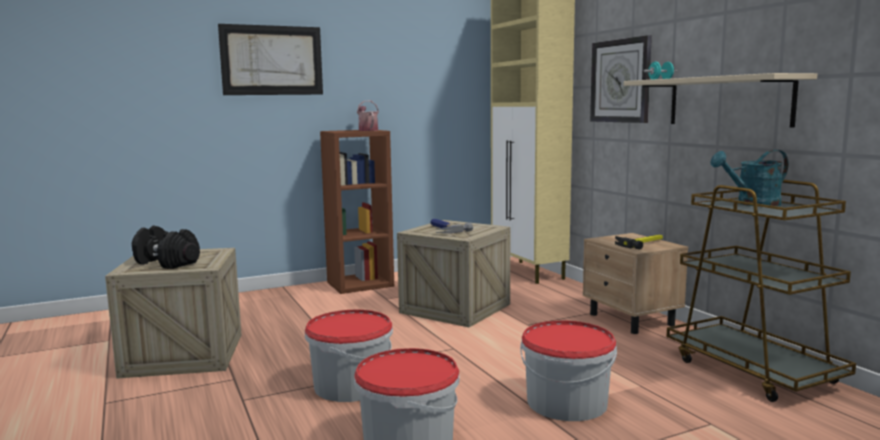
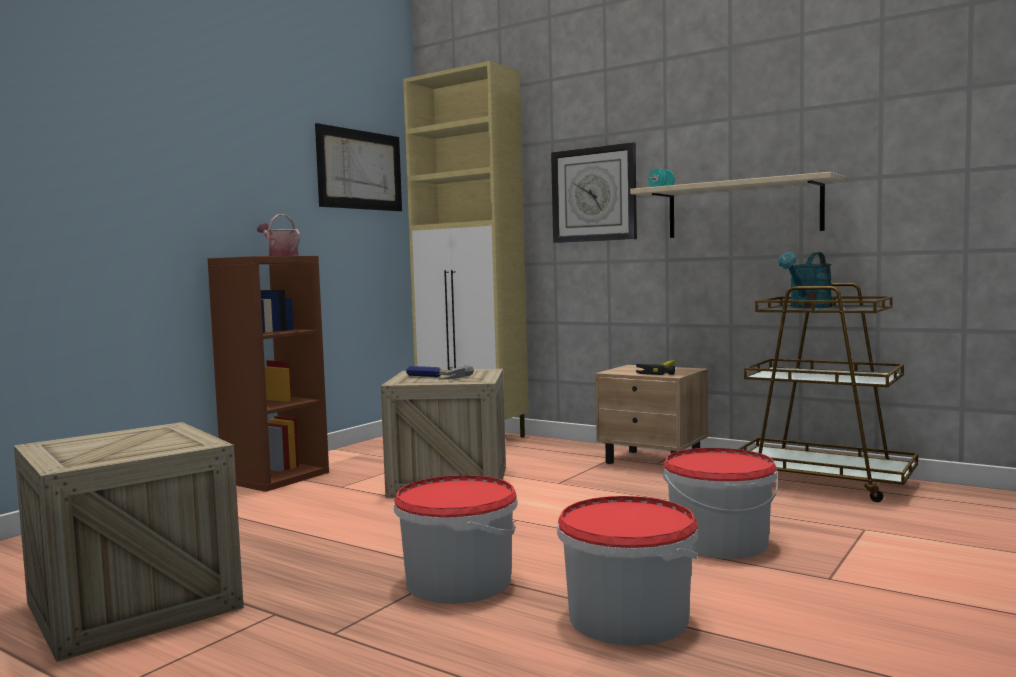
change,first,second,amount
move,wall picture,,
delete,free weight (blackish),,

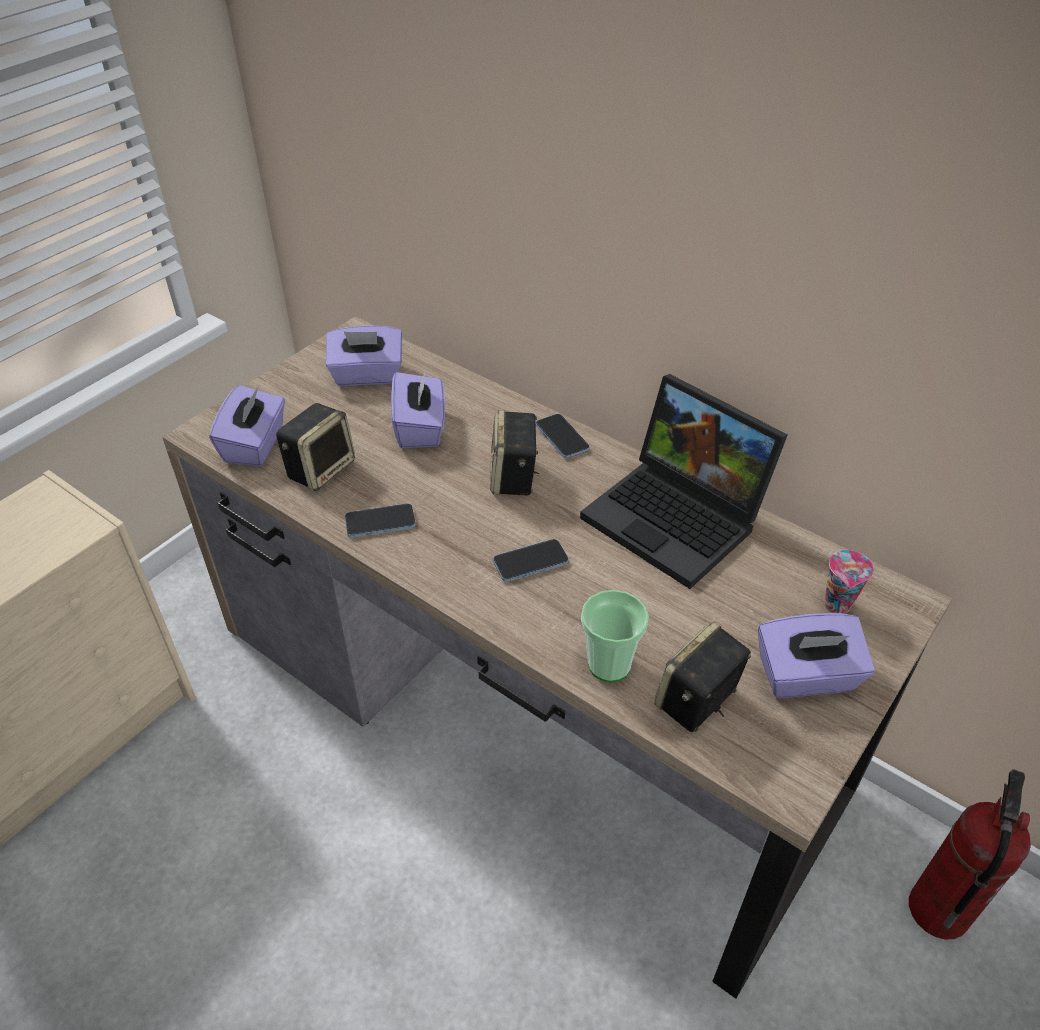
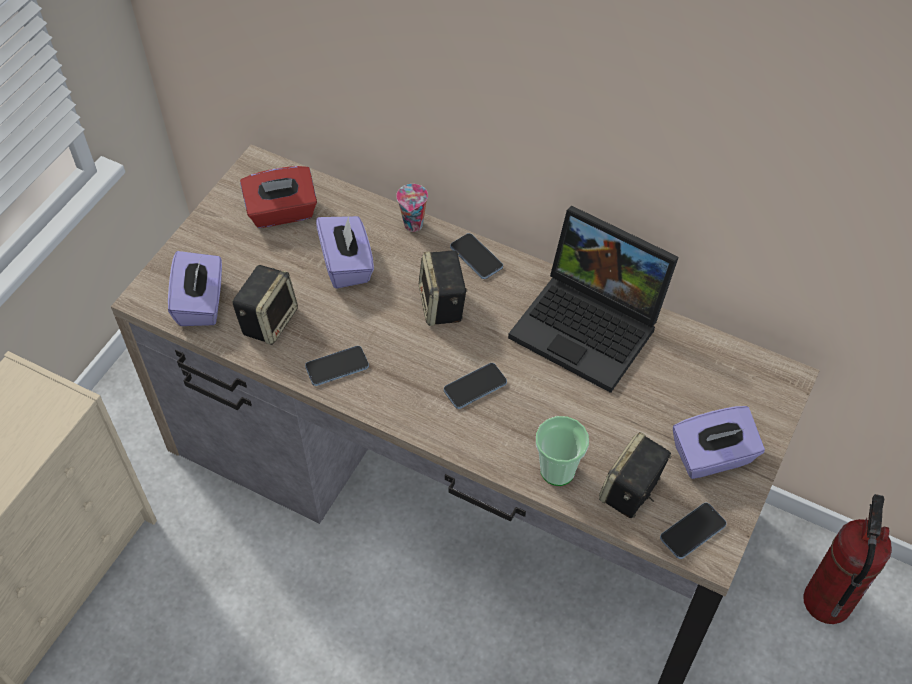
change,first,second,amount
recolor,box of tissues (purple-coloured) (2nd from left),box of tissues (red-coloured),
move,drinking cup (2nd from left in the first image),drinking cup (1st from left),
insert,,phone (4th from left),

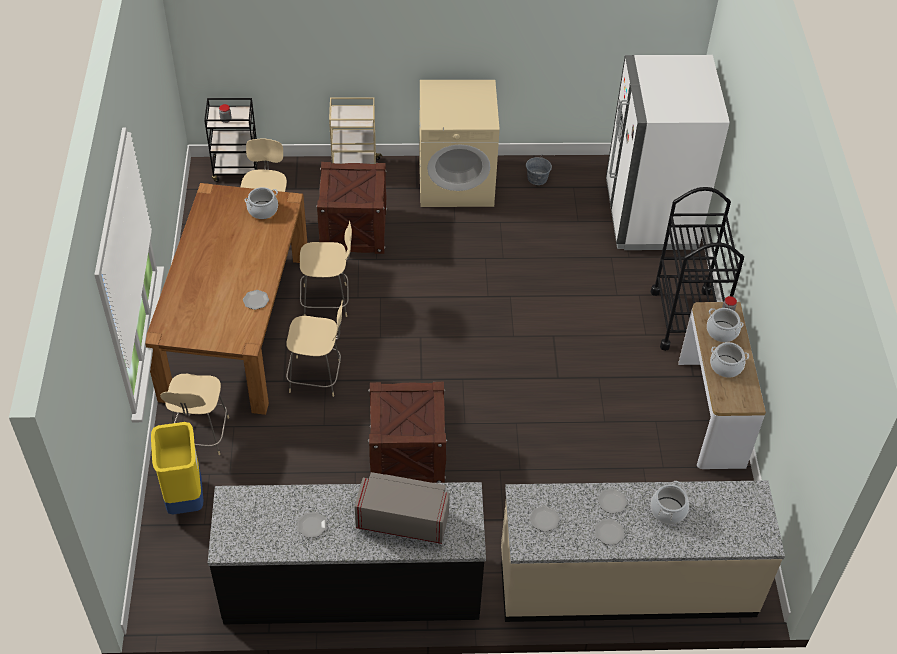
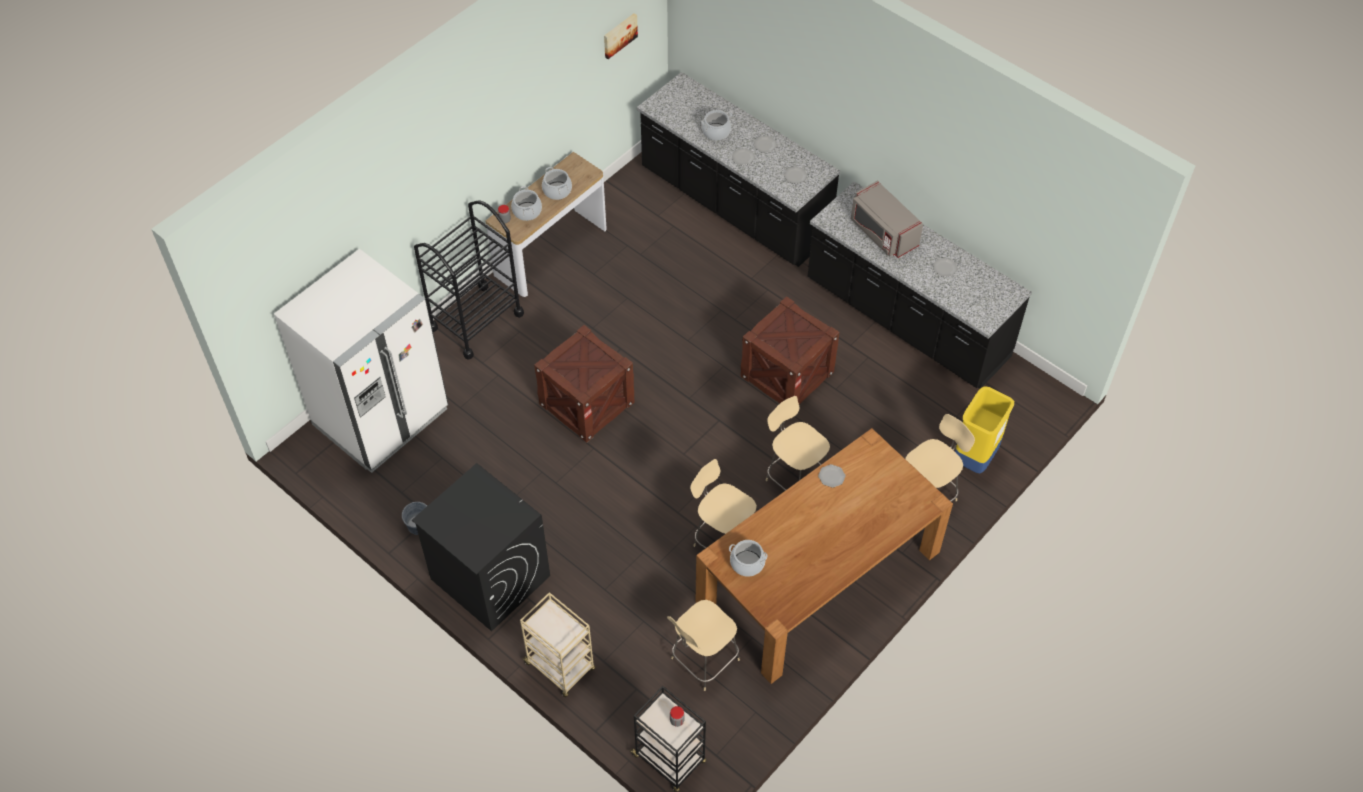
change,first,second,amount
recolor,laundry appliance (beige),laundry appliance (blackish),
move,crate (1st from left),,
insert,,wall picture,
recolor,counter (beige),counter (blackish) (1st from left),

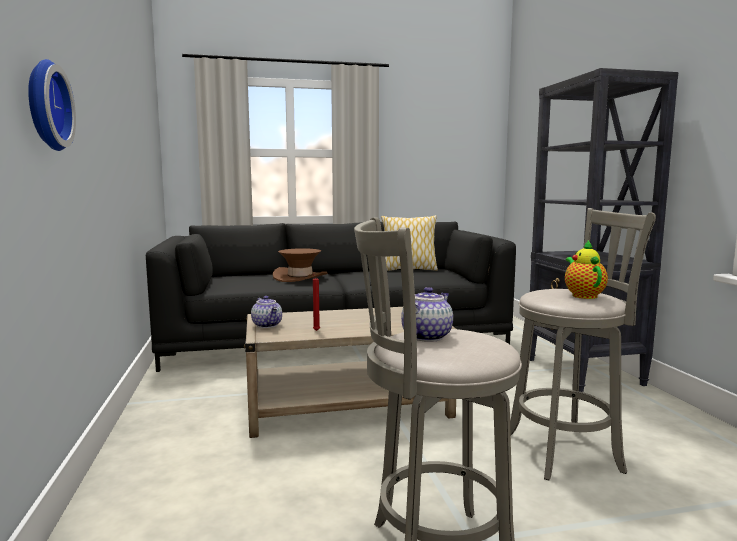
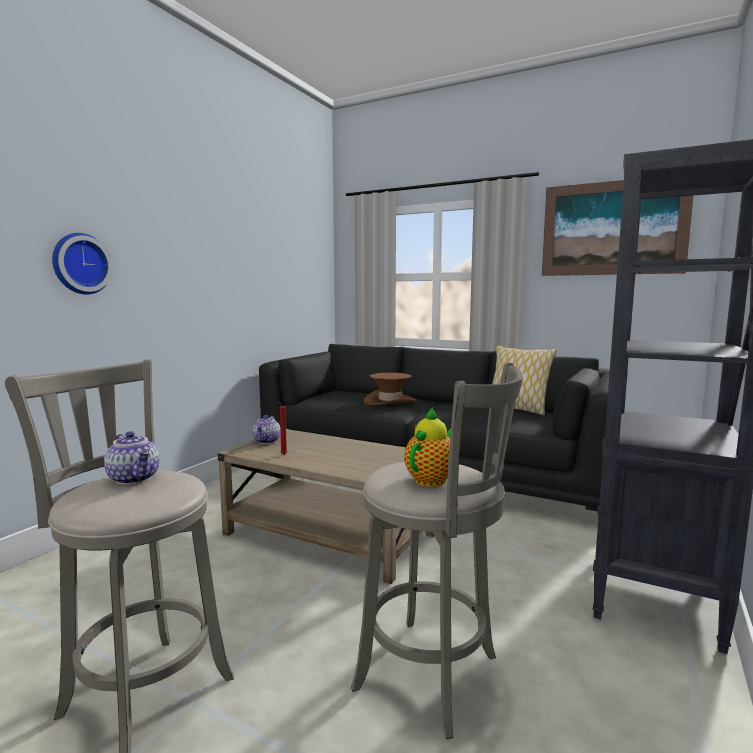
change,first,second,amount
rotate,tea pot (2nd from left in the first image),tea pot (1st from left),60 degrees clockwise
insert,,wall picture,

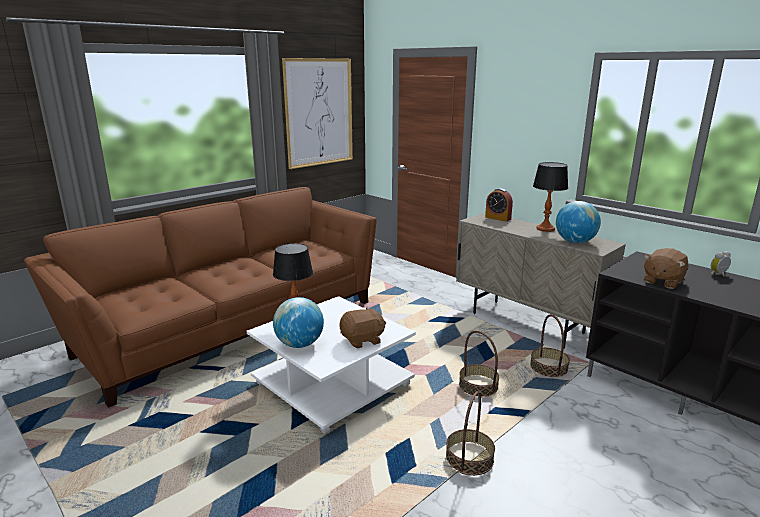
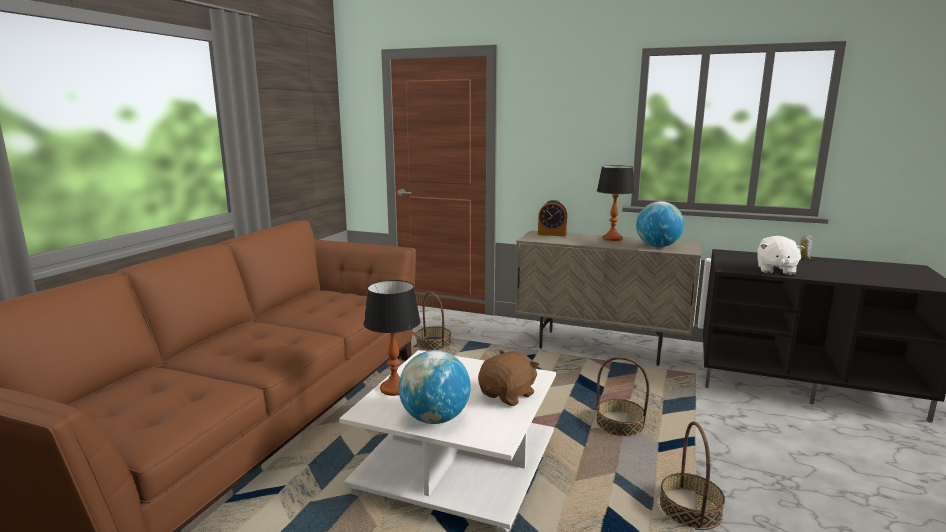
change,first,second,amount
move,basket (3rd from left in the first image),basket (1st from left),
recolor,plush toy (brownish) (2nd from left),plush toy (white-coloured),
delete,wall picture,,

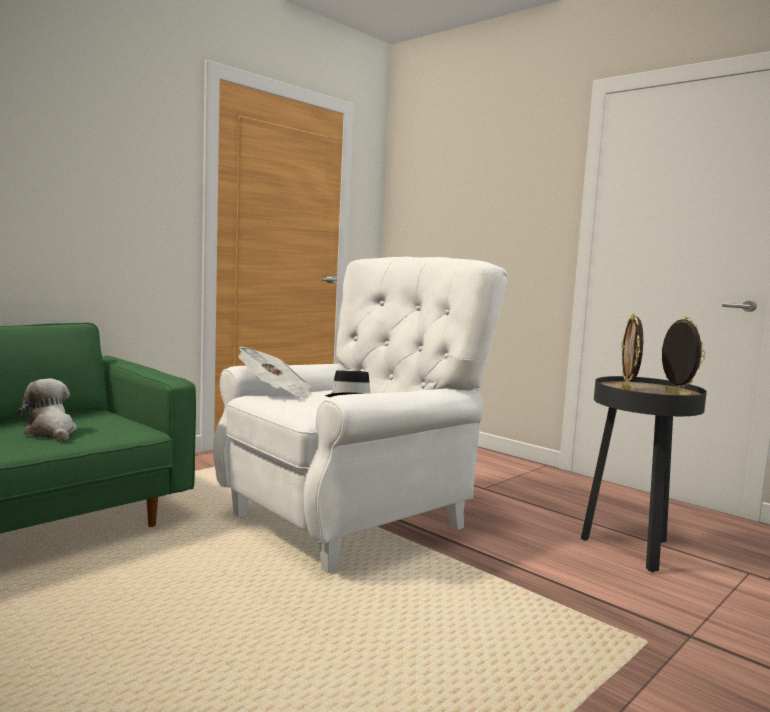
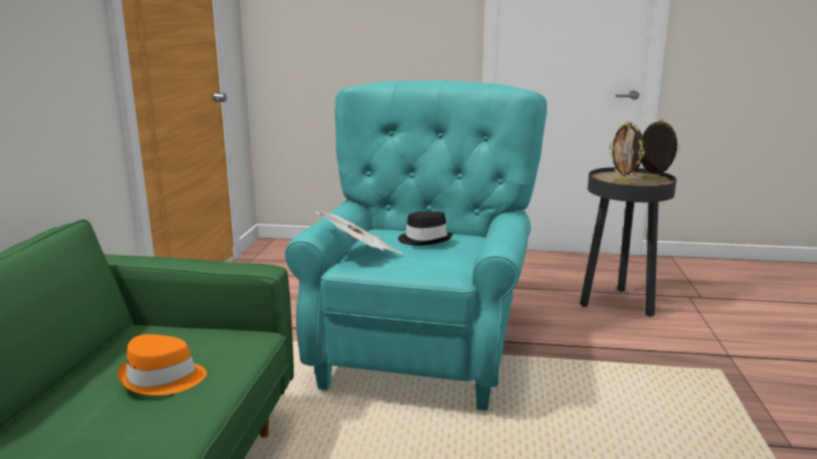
change,first,second,amount
replace,plush toy,clothing hat (orange-coloured),
recolor,easy chair (white-coloured),easy chair (blue-green),

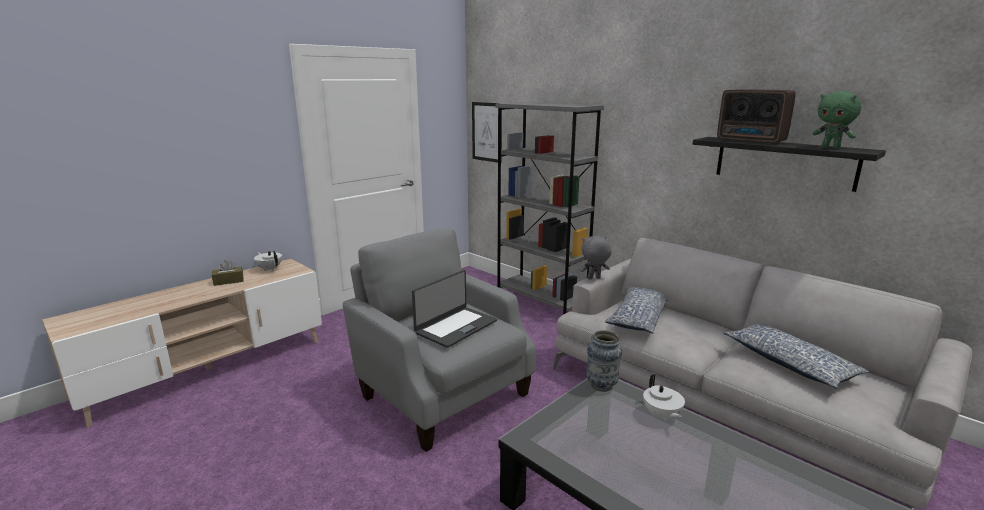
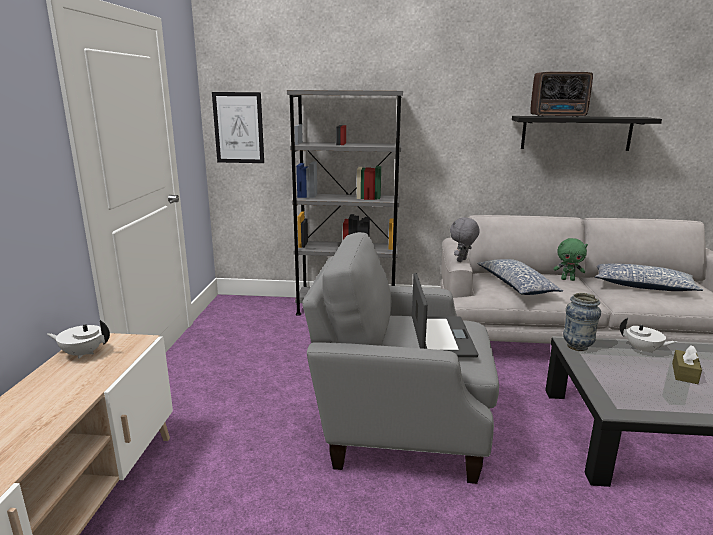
change,first,second,amount
move,plush toy (green),,
move,box of tissues (brownish),,

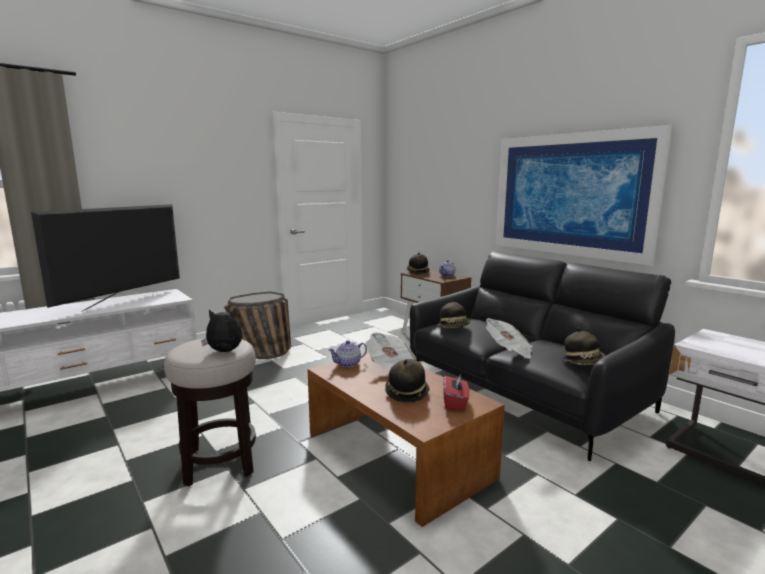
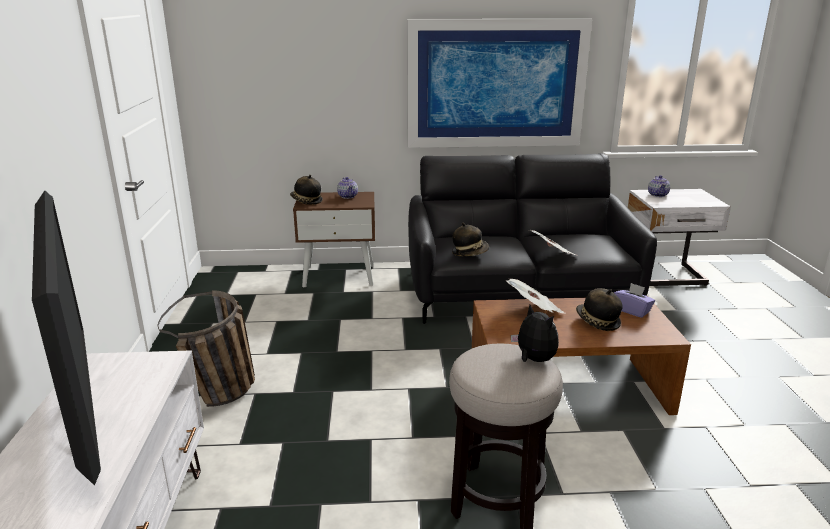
change,first,second,amount
rotate,plush toy,,120 degrees clockwise
recolor,box of tissues (red-coloured),box of tissues (purple-coloured),
move,tea pot (1st from left in the first image),tea pot (2nd from left),
delete,clothing hat (4th from left),,

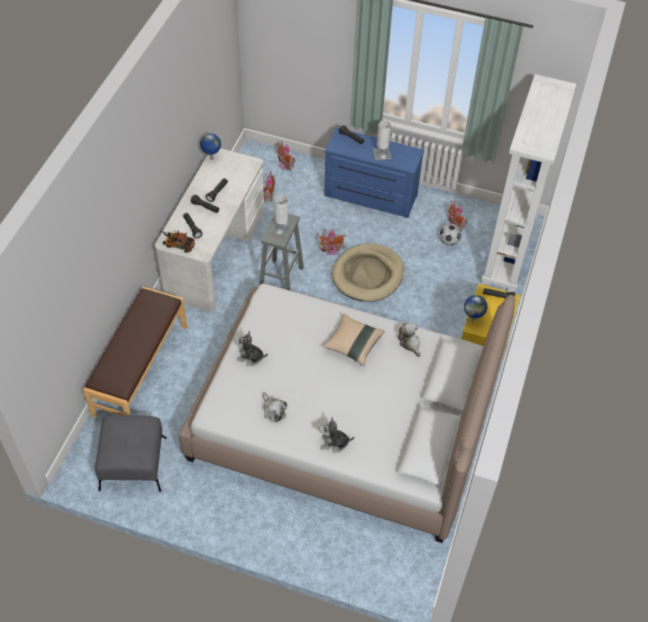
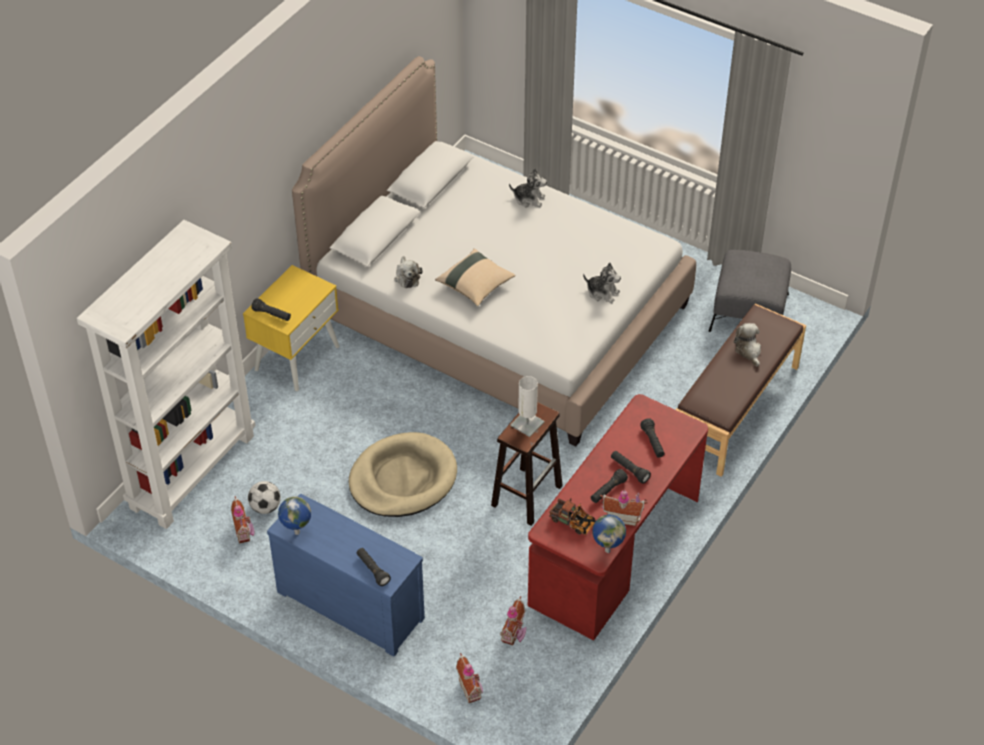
change,first,second,amount
move,world globe (2nd from left in the first image),world globe (1st from left),
recolor,stool seat (gray),stool seat (brownish),
recolor,desk table (white-coloured),desk table (red-coloured),
move,toy lorry,,
move,miniature house (3rd from left in the first image),miniature house (4th from left),
move,plush toy (2nd from left in the first image),plush toy (4th from left),
delete,lamp for a table (white-coloured) (2nd from left),,

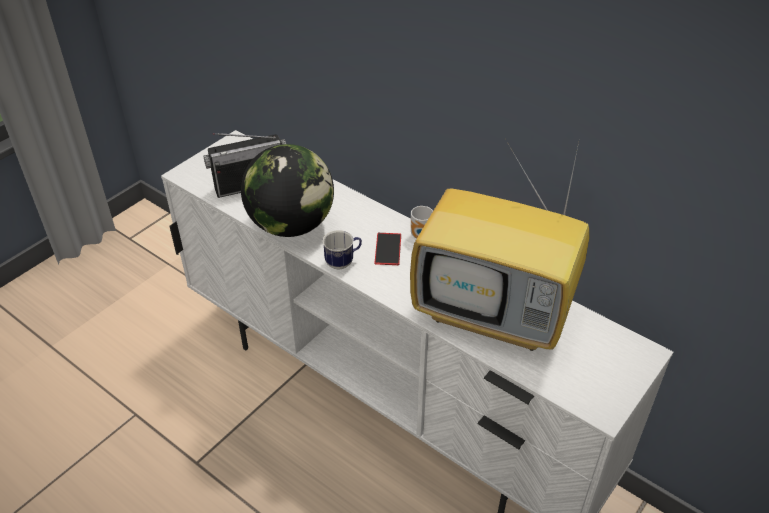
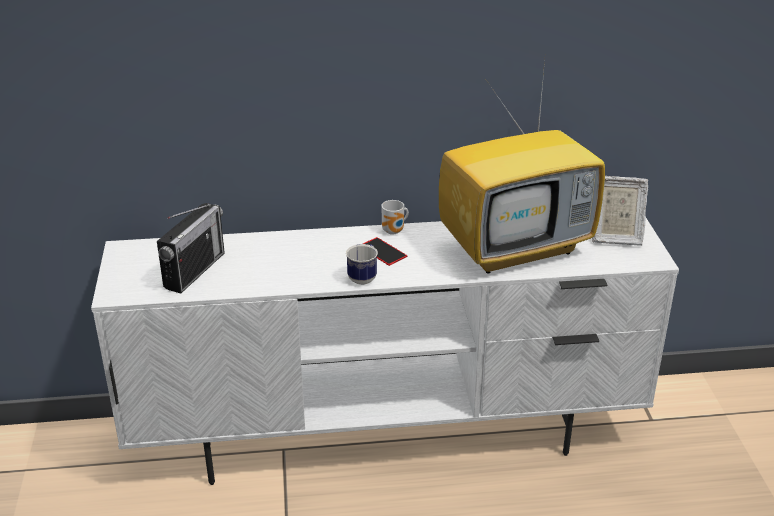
change,first,second,amount
insert,,photo frame,
delete,world globe,,

